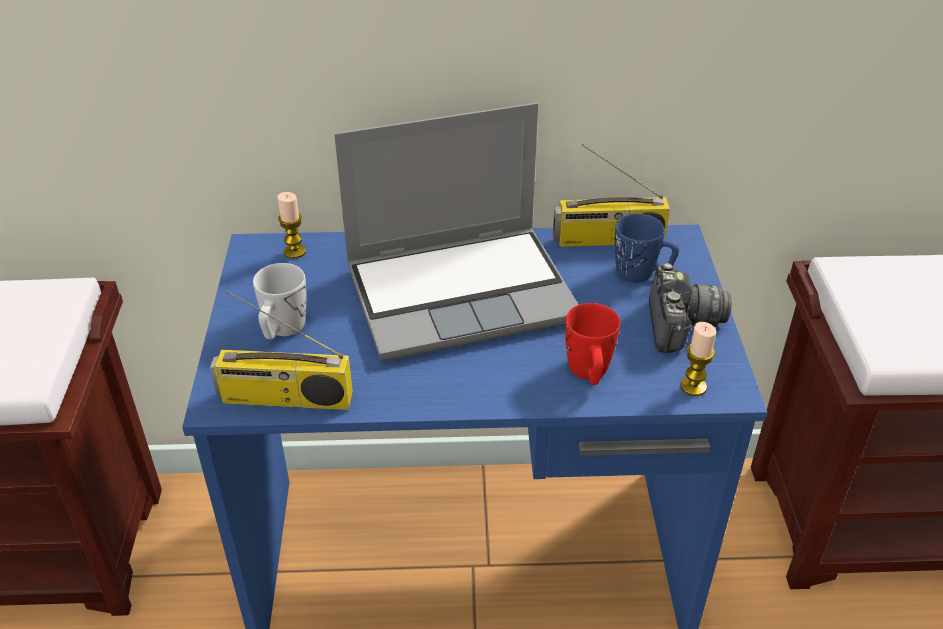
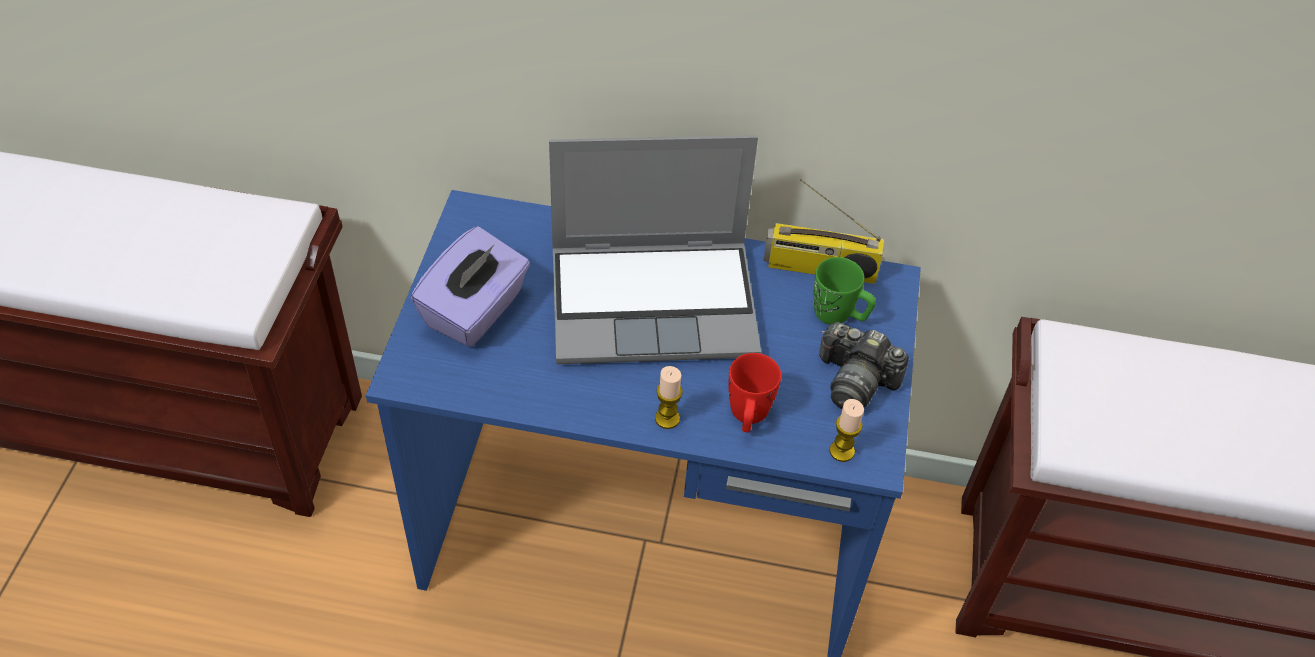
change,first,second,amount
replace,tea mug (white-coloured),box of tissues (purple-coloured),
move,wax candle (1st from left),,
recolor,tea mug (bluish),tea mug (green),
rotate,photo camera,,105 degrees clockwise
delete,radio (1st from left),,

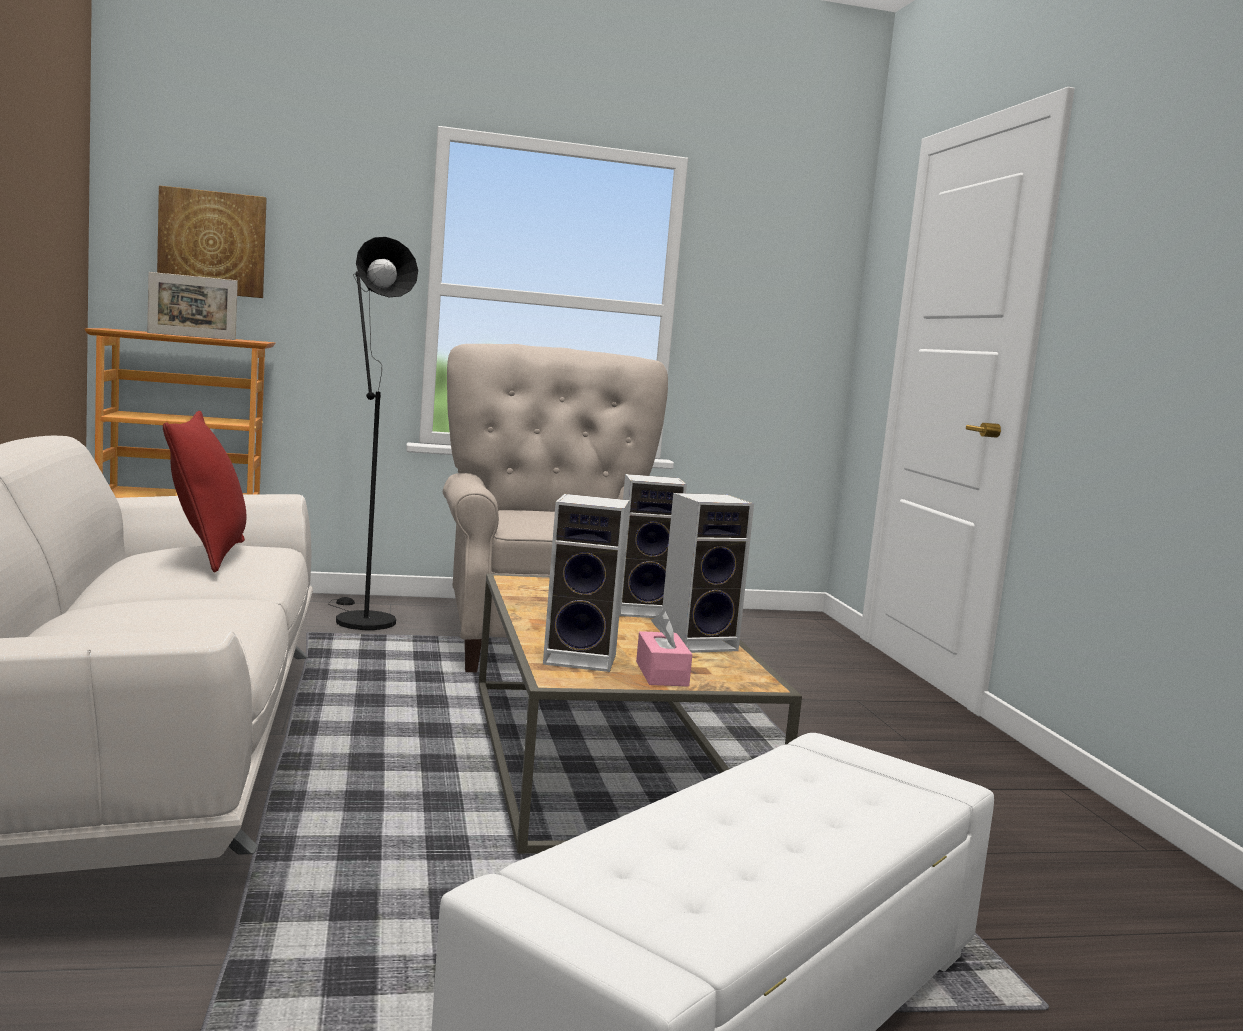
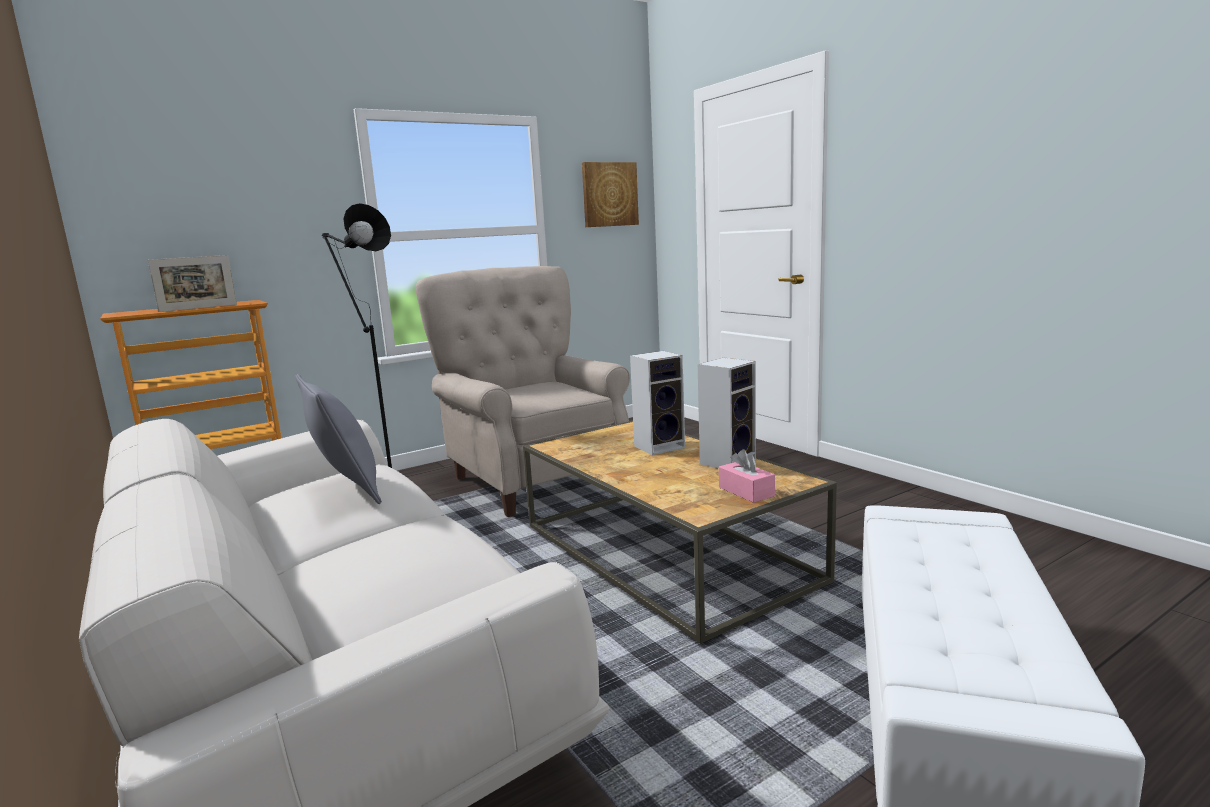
change,first,second,amount
recolor,pillow (red-coloured),pillow (gray),
move,wall picture,,
delete,loudspeaker (1st from left),,

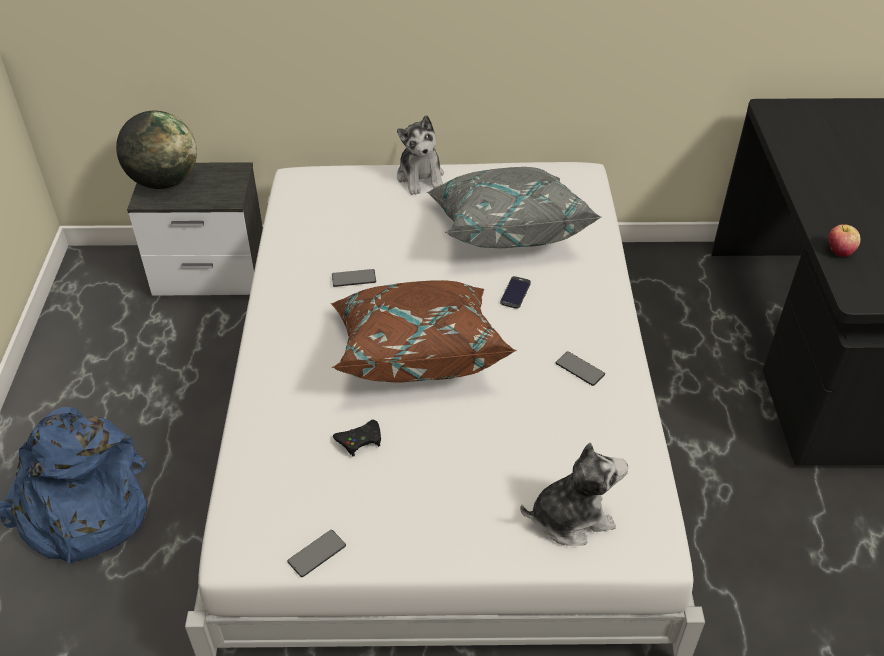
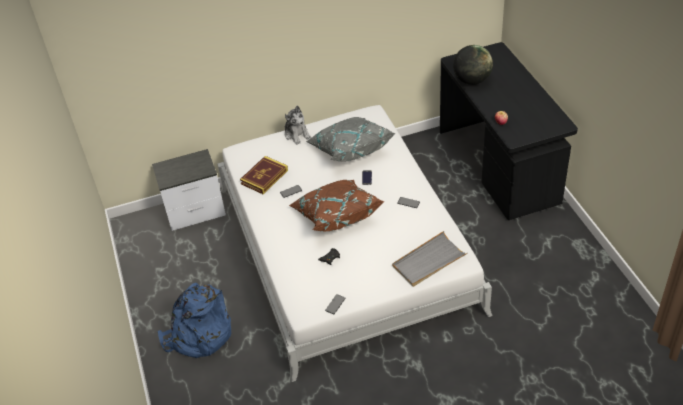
change,first,second,amount
insert,,bound book,
replace,plush toy (2nd from left),carrying tray (gray),
move,world globe,,

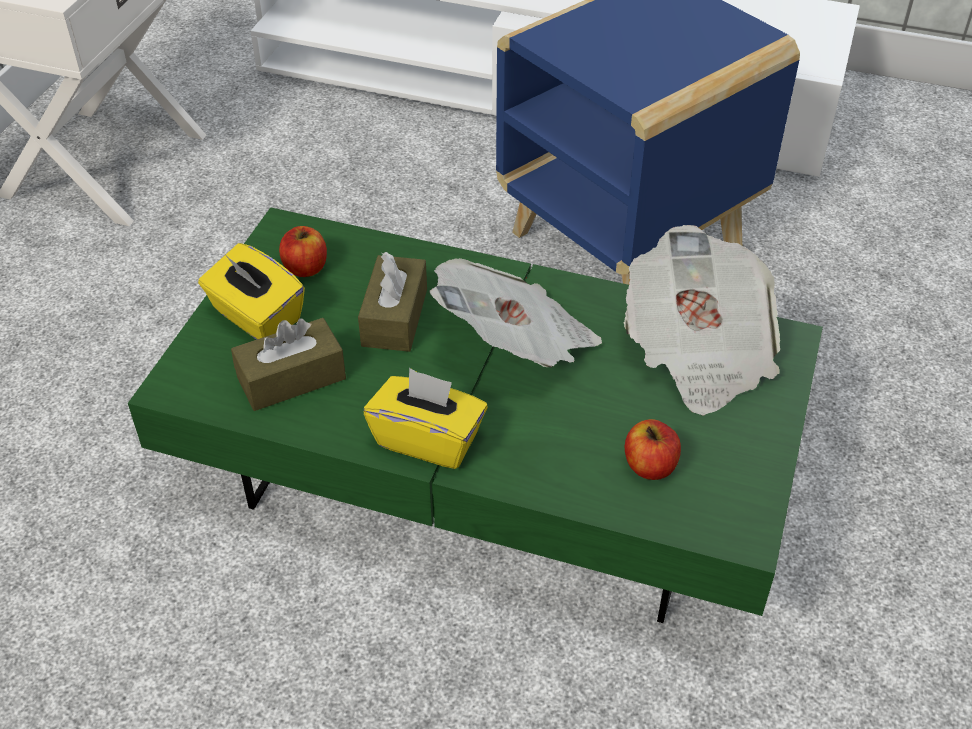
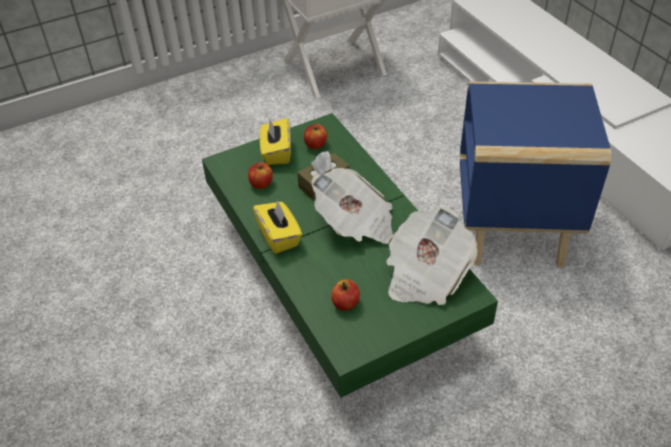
change,first,second,amount
replace,box of tissues (brownish) (1st from left),apple (1st from left),

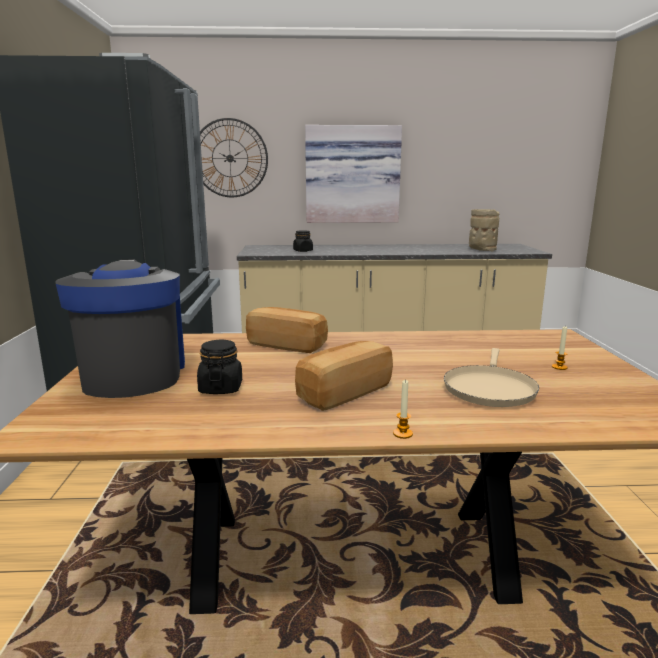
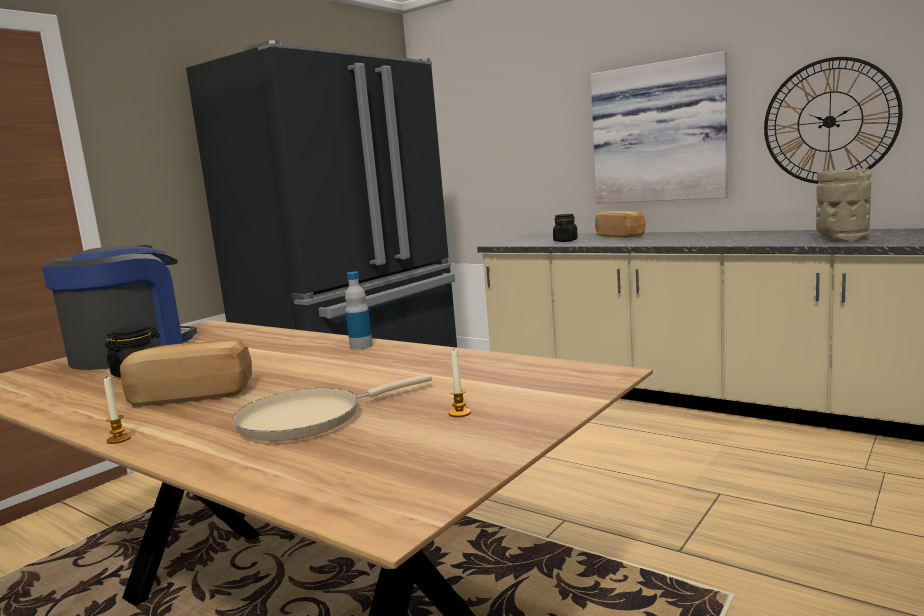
change,first,second,amount
insert,,drink bottle,
move,baked bread (1st from left in the first image),baked bread (2nd from left),
move,clock on the wall,,

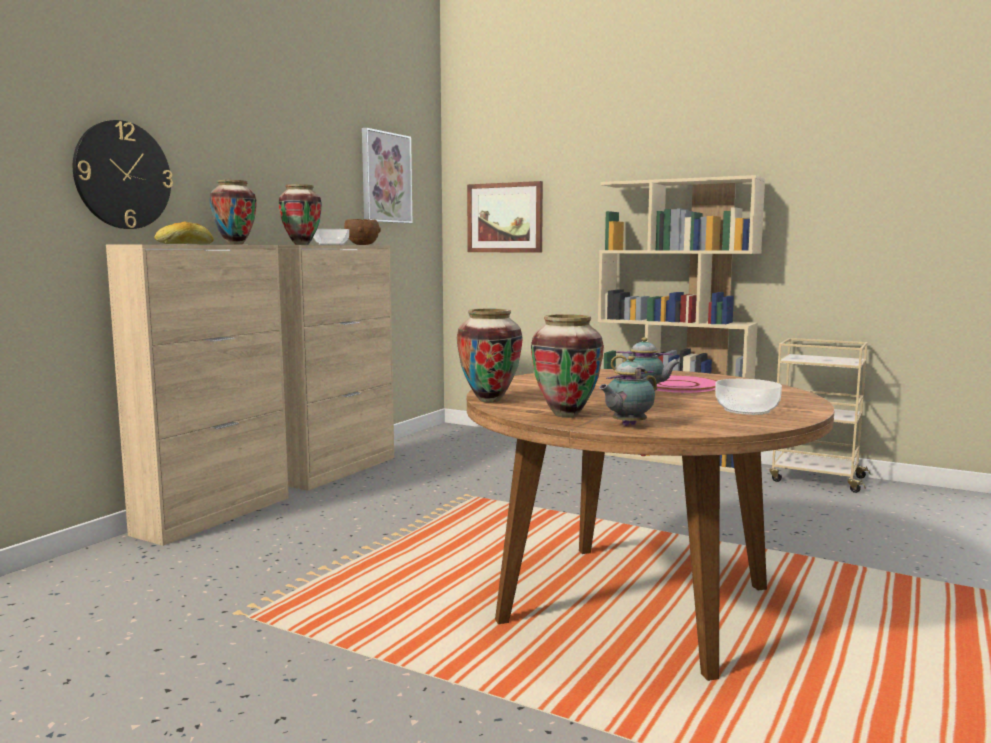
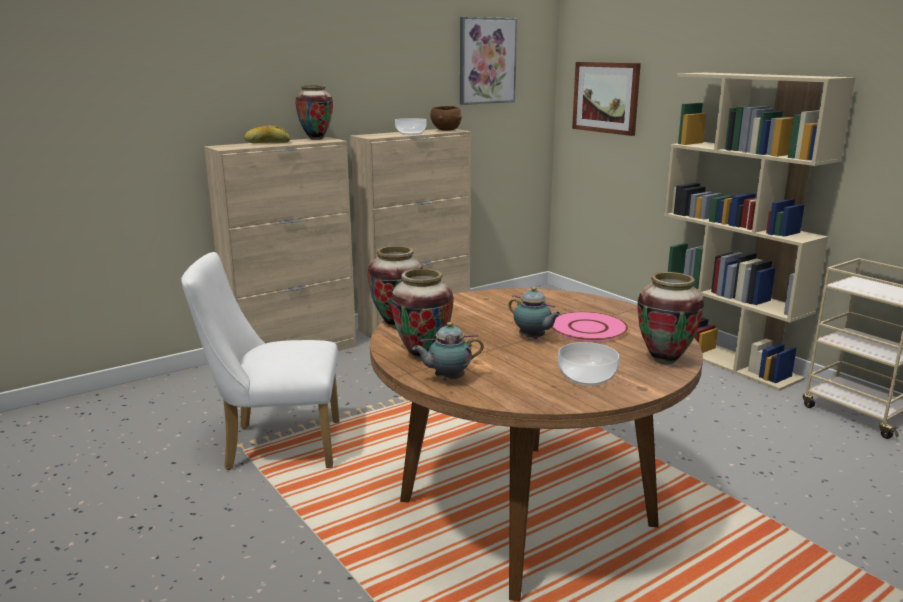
change,first,second,amount
insert,,chair (white-coloured),
move,decorative vase (2nd from left in the first image),decorative vase (4th from left),
delete,clock on the wall,,

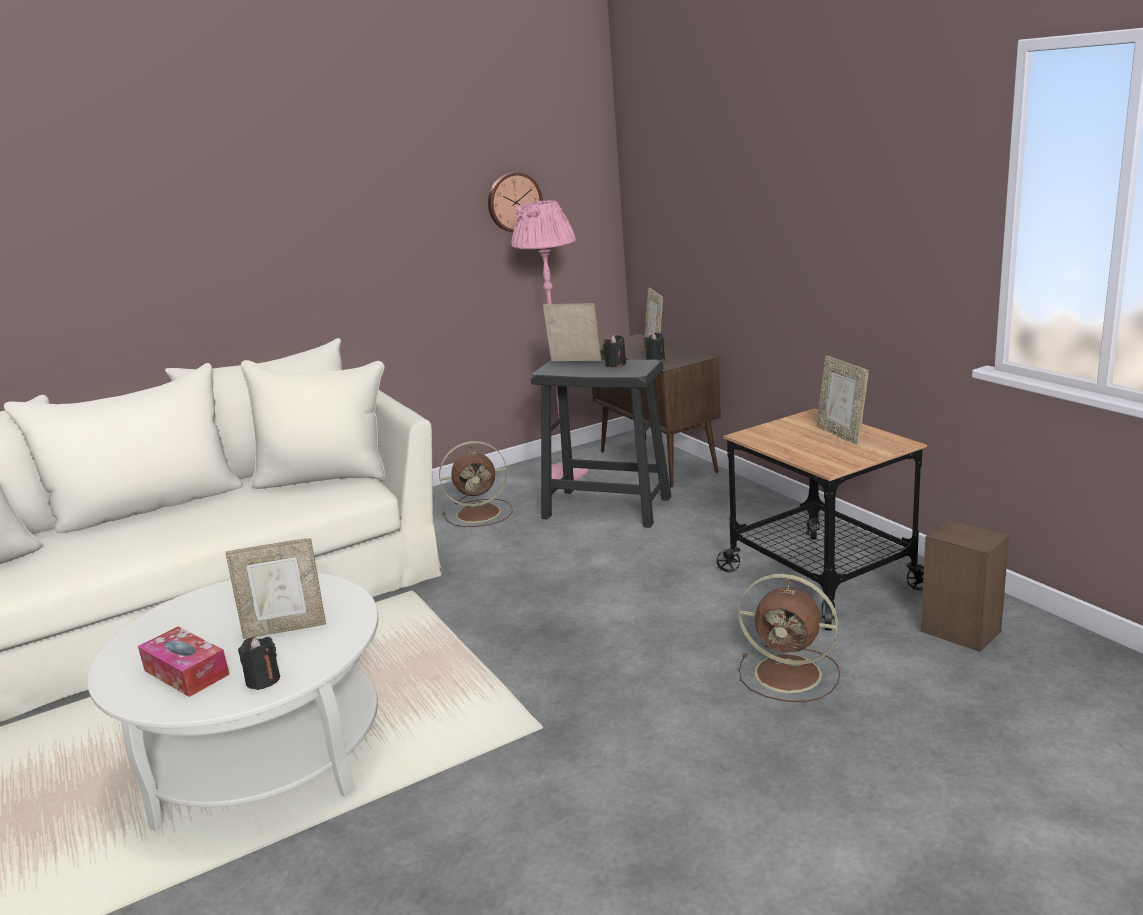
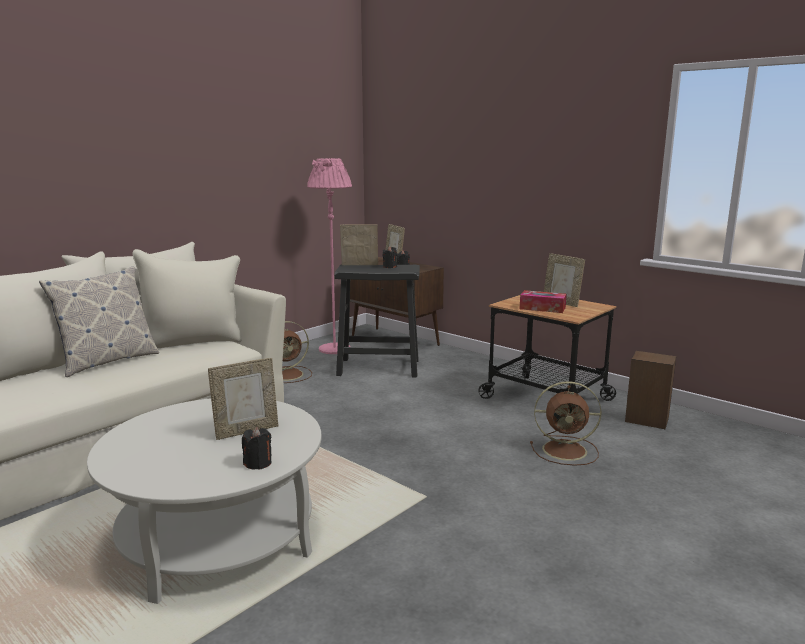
change,first,second,amount
insert,,pillow,
move,box of tissues,,
delete,clock on the wall,,

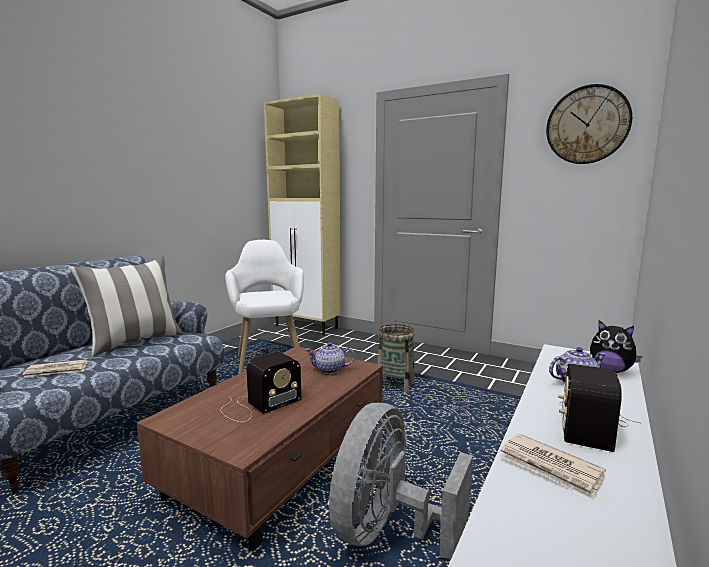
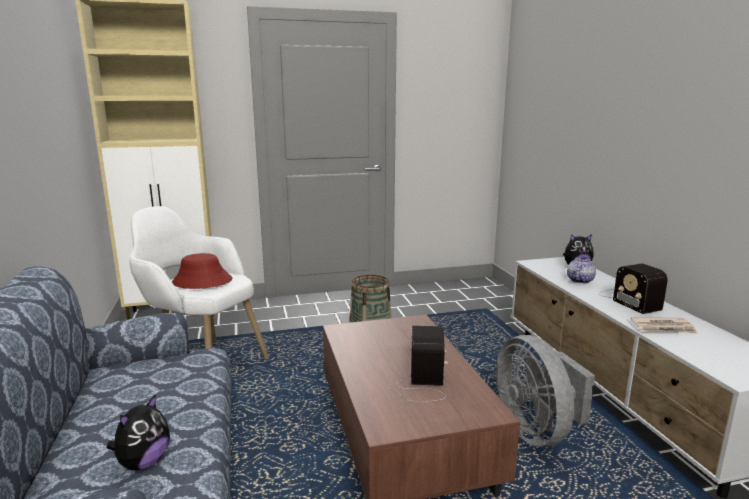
change,first,second,amount
replace,newspaper (1st from left),plush toy (1st from left),
insert,,clothing hat (red-coloured),
delete,pillow,,
delete,tea pot (1st from left),,
delete,clock on the wall,,

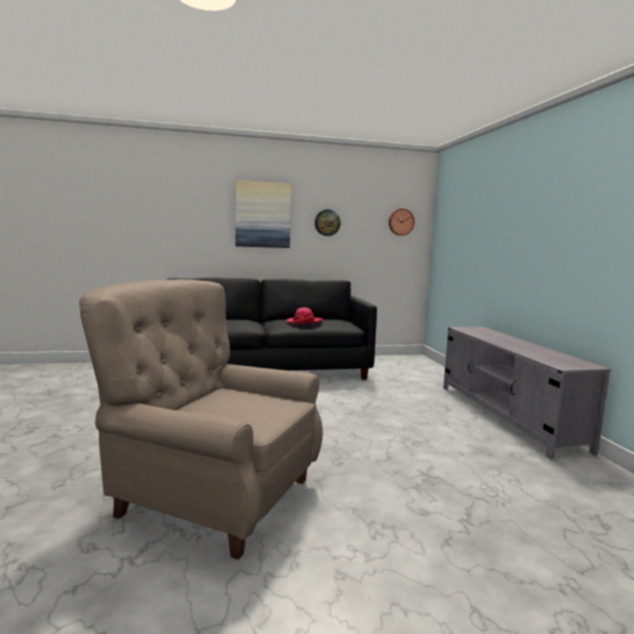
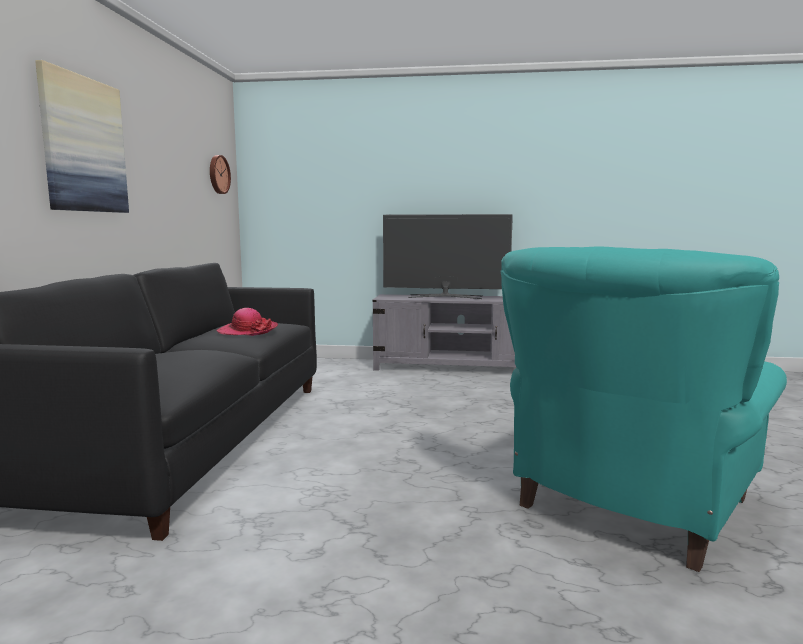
change,first,second,amount
insert,,television,
recolor,easy chair (beige),easy chair (blue-green),
delete,clock on the wall (1st from left),,

